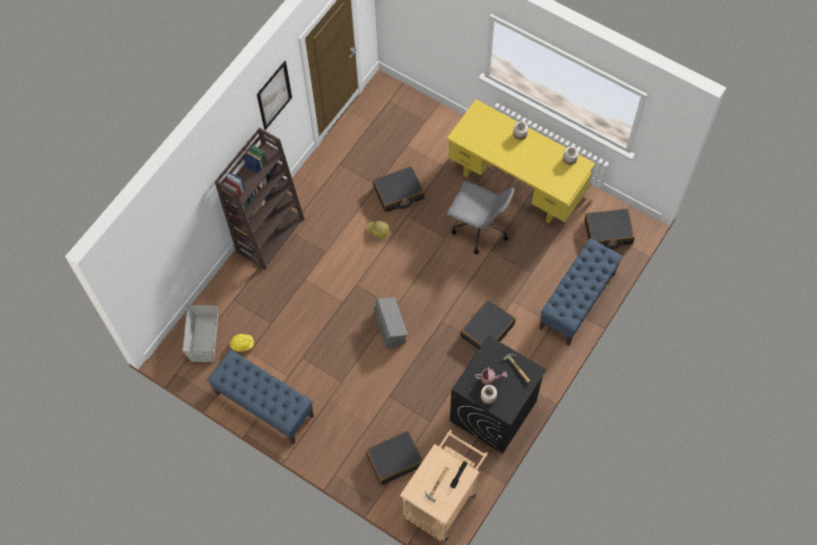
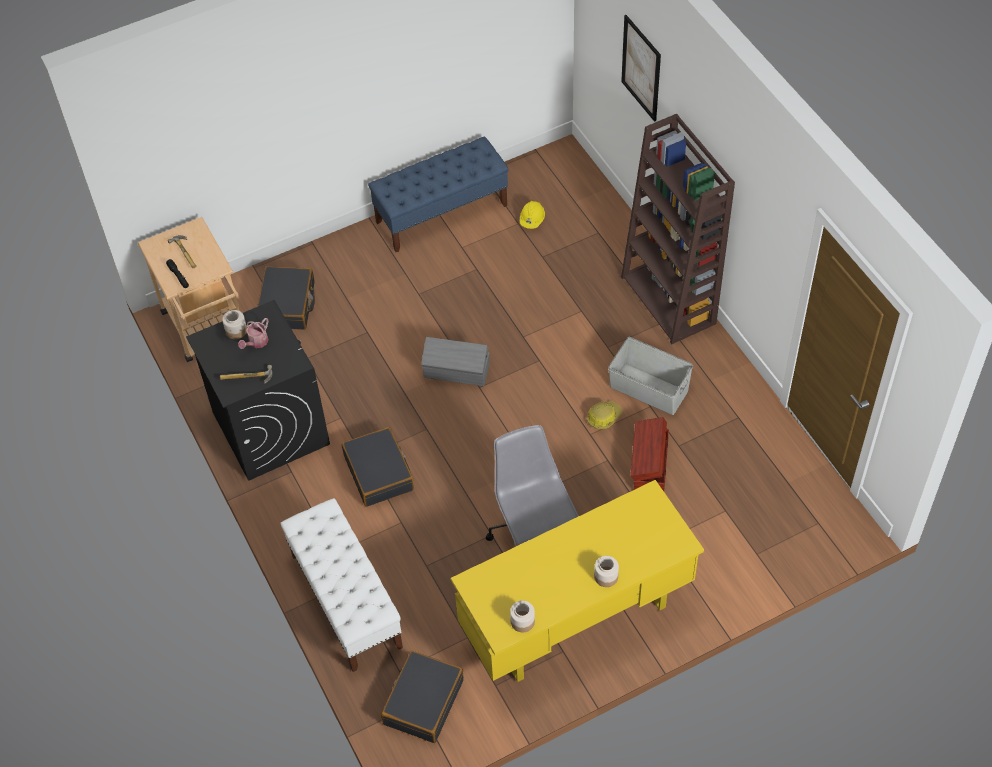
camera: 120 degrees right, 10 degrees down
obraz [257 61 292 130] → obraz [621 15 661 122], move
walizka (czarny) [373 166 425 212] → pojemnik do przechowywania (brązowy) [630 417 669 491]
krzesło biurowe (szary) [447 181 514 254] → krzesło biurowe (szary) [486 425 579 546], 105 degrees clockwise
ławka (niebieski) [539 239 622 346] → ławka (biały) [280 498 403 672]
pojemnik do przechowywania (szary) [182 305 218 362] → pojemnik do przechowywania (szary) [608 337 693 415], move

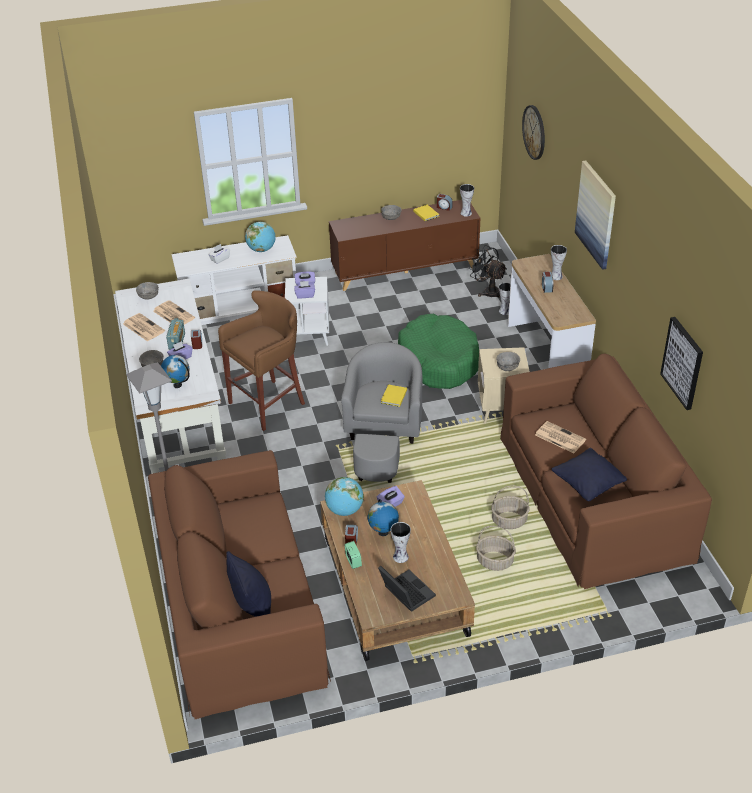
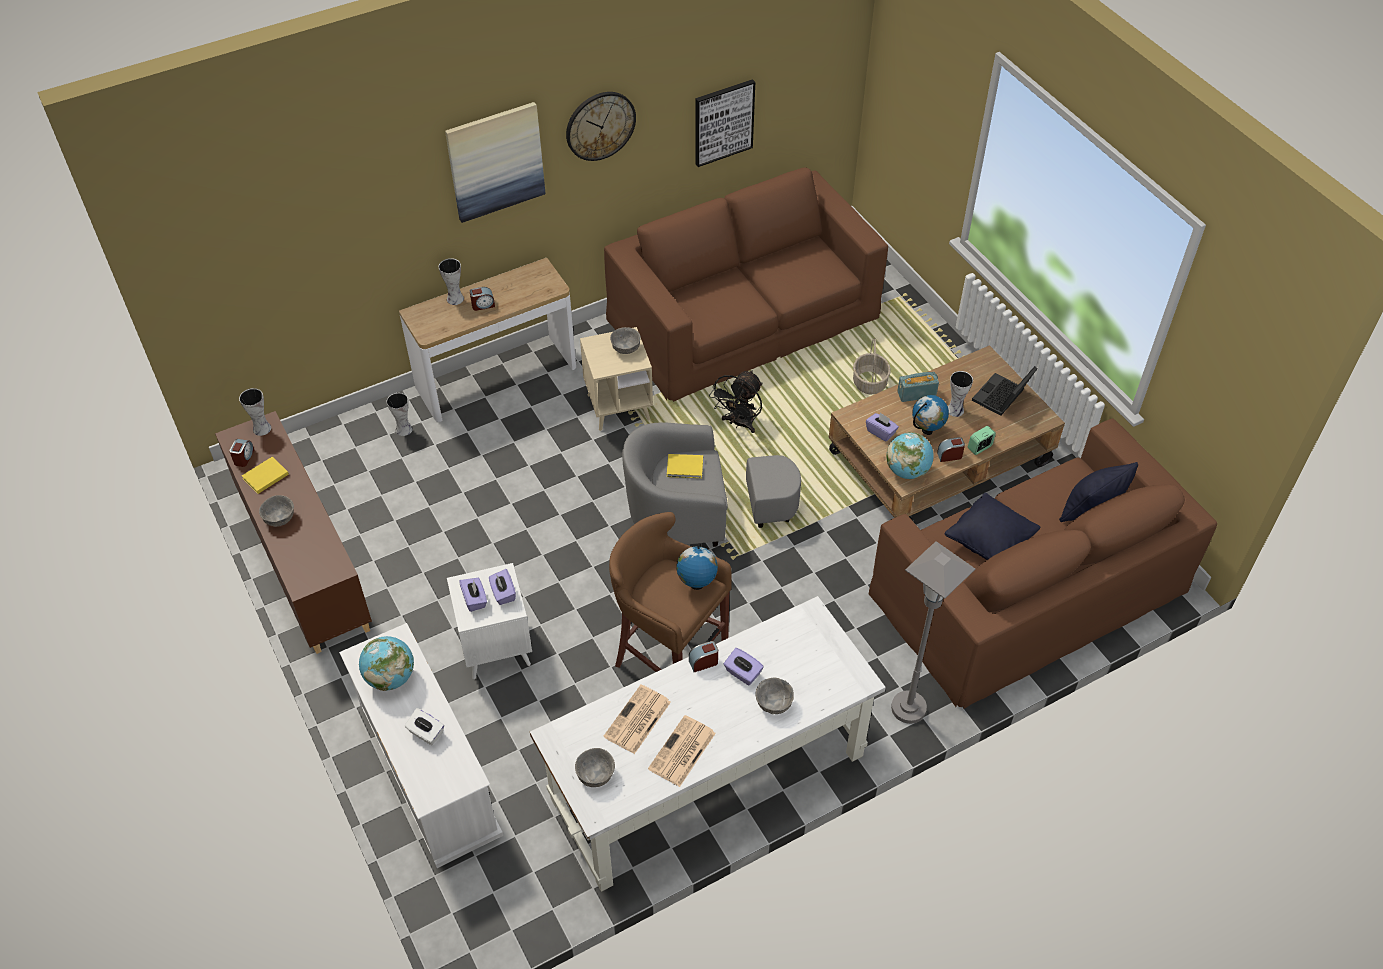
camera: 105 degrees left, 10 degrees up
zegar ścienny [522 105 545 160] → zegar ścienny [566 92 636 161], move
wentylator (czarny) [469 245 507 298] → wentylator (czarny) [709 370 762 433], move
legowisko (zielony) [398 314 479 389] → -
radio [166 318 185 350] → radio [897 372 939 402], move
globus [161 355 190 388] → globus [676 543 718 590], move
gazeta [535 421 586 453] → -
poduszka (czarny) [552 448 627 501] → poduszka (czarny) [944 493 1040 560], move
koszyk [491 486 530 529] → -

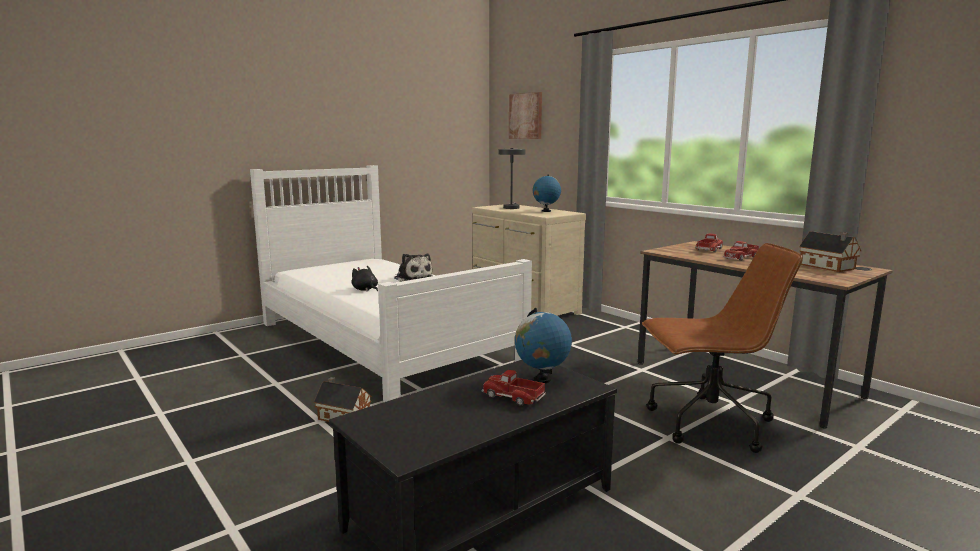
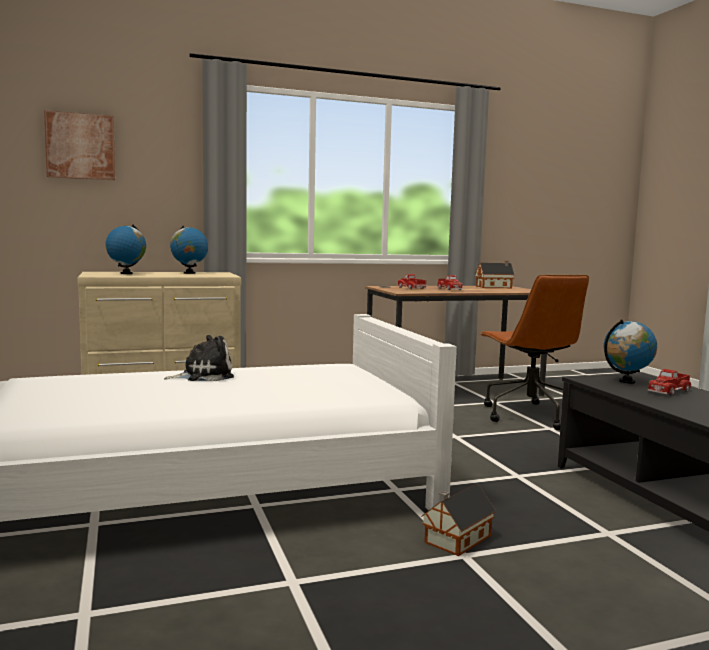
camera: 70 degrees left, 5 degrees down
lampa stołowa (szary) [498 148 526 209] → globus [106 224 146 274]
krzesło biurowe (brązowy) [642 243 803 453] → krzesło biurowe (brązowy) [480 275 589 430], 150 degrees clockwise
pluszak (czarny) [352 266 378 292] → -

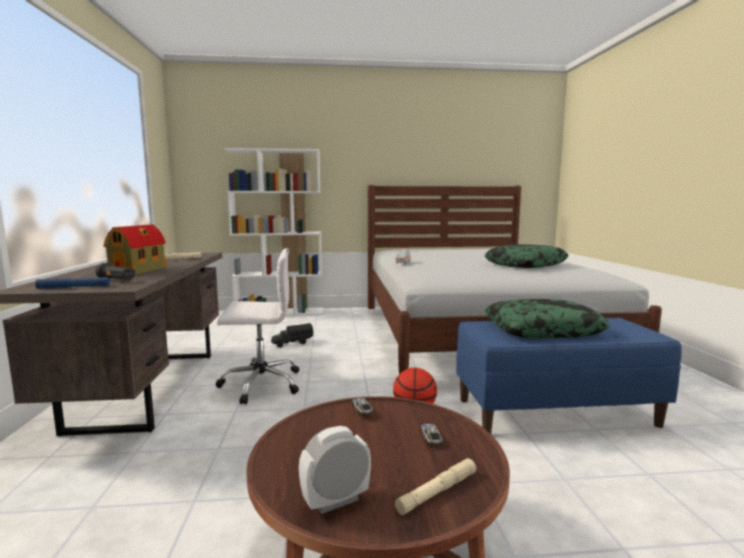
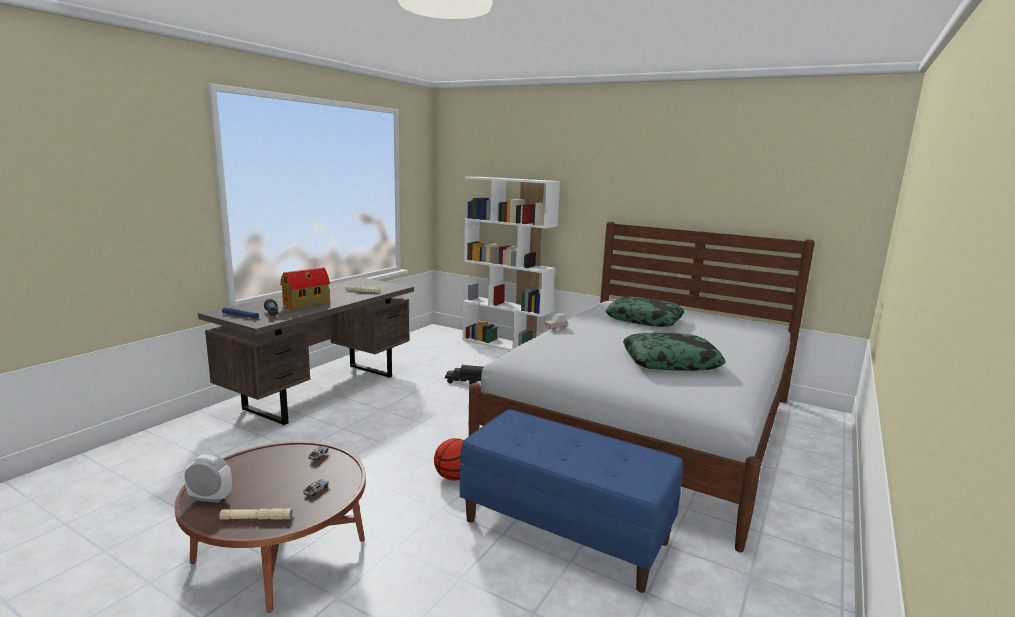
camera: 35 degrees right, 5 degrees up
krzesło biurowe (biały) [216 248 299 405] → -
poduszka [485 299 610 339] → poduszka [605 296 684 327], move

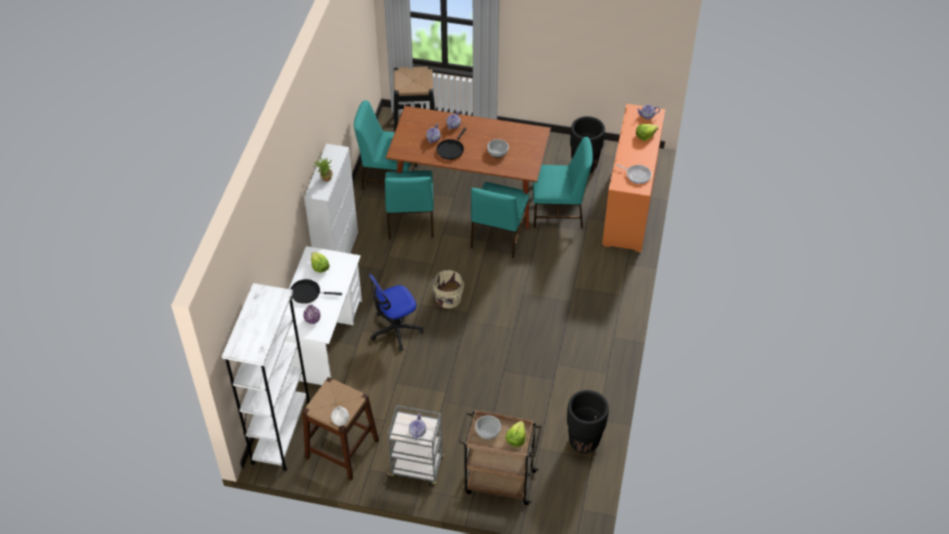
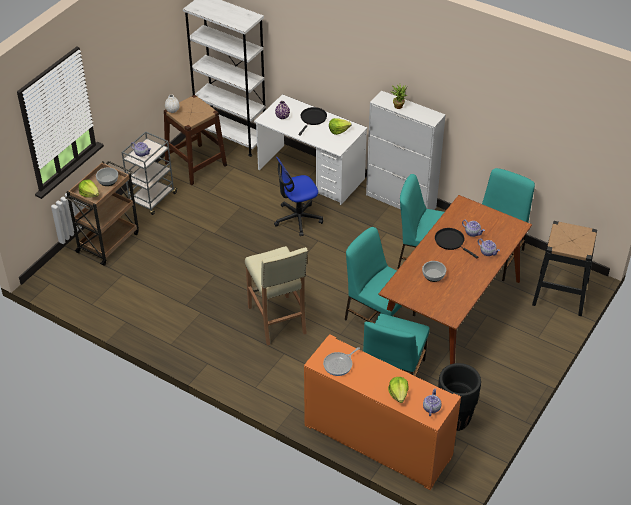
camera: 110 degrees right, 5 degrees down
wiadro (beżowy) [432 270 464 308] → -
krzesło biurowe [369 274 423 351] → krzesło biurowe [274 157 323 236], 105 degrees counterclockwise
donica (czarny) [567 390 609 453] → -
- → stołek (beżowy) [245 246 308 346]

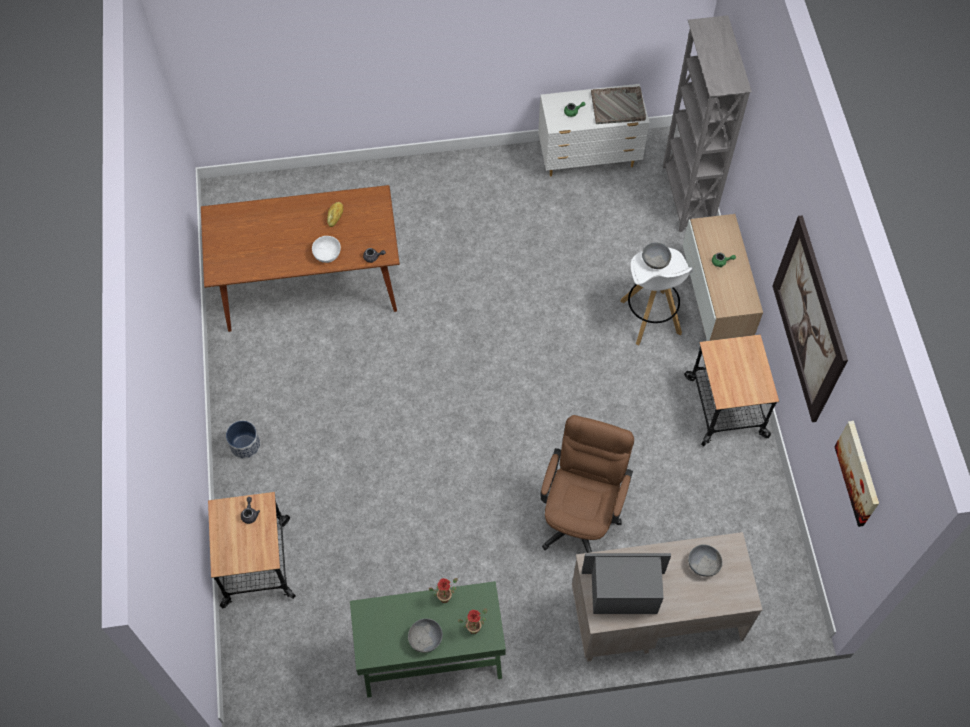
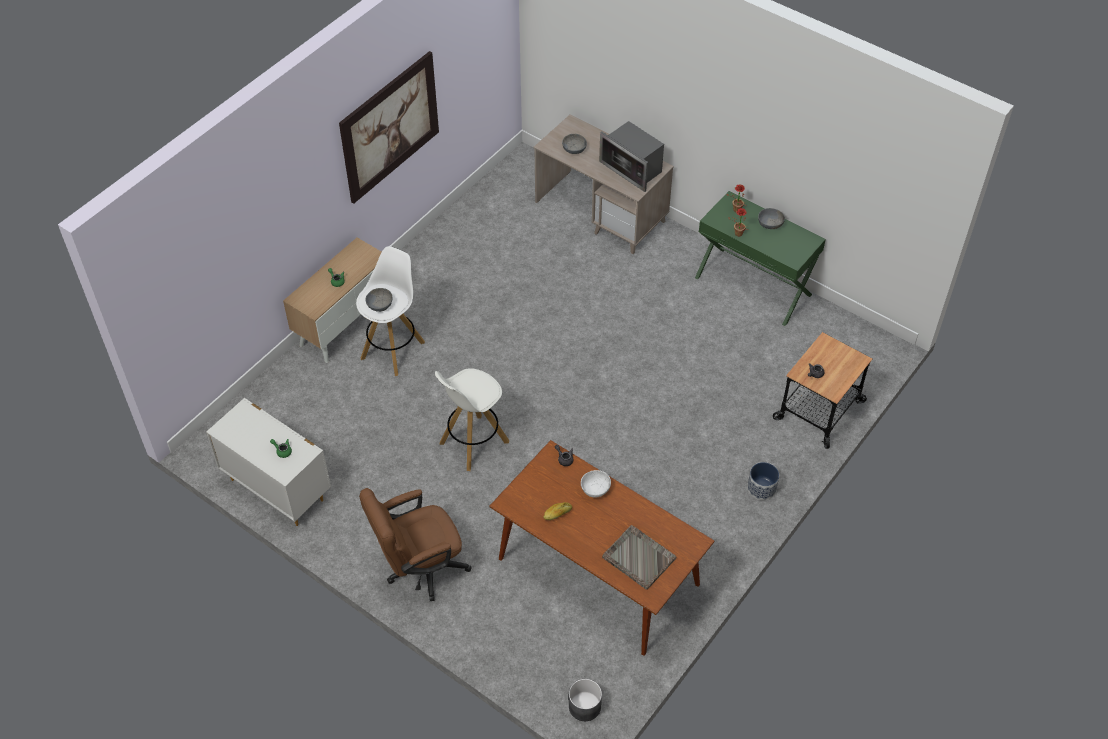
camera: 135 degrees left, 10 degrees down
regał (szary) [663 15 752 232] → -
taca (szary) [591 86 646 124] → taca (szary) [602 525 677 590], move
wózek [684 334 779 446] → -
krzesło biurowe (brązowy) [540 415 634 553] → krzesło biurowe (brązowy) [359 488 472 601], move
obraz [834 421 879 527] → -
- → stołek (biały) [435 368 509 471]
- → donica (szary) [569 679 602 721]

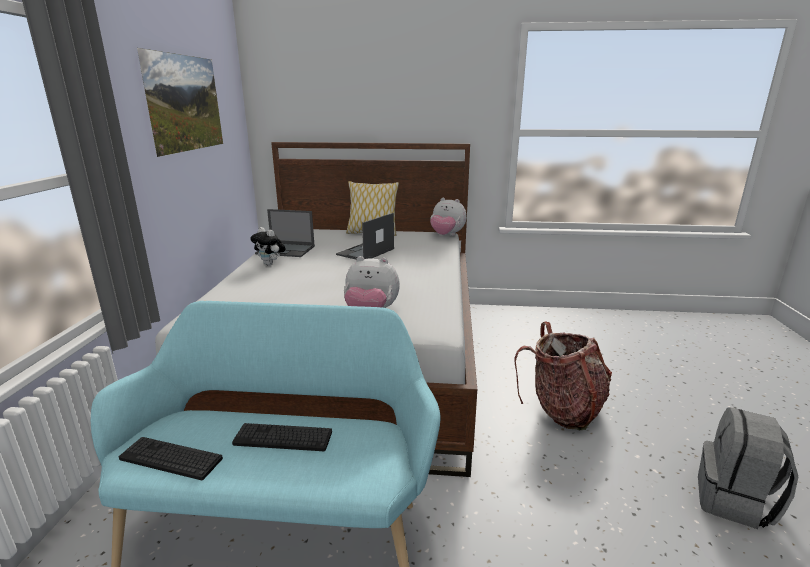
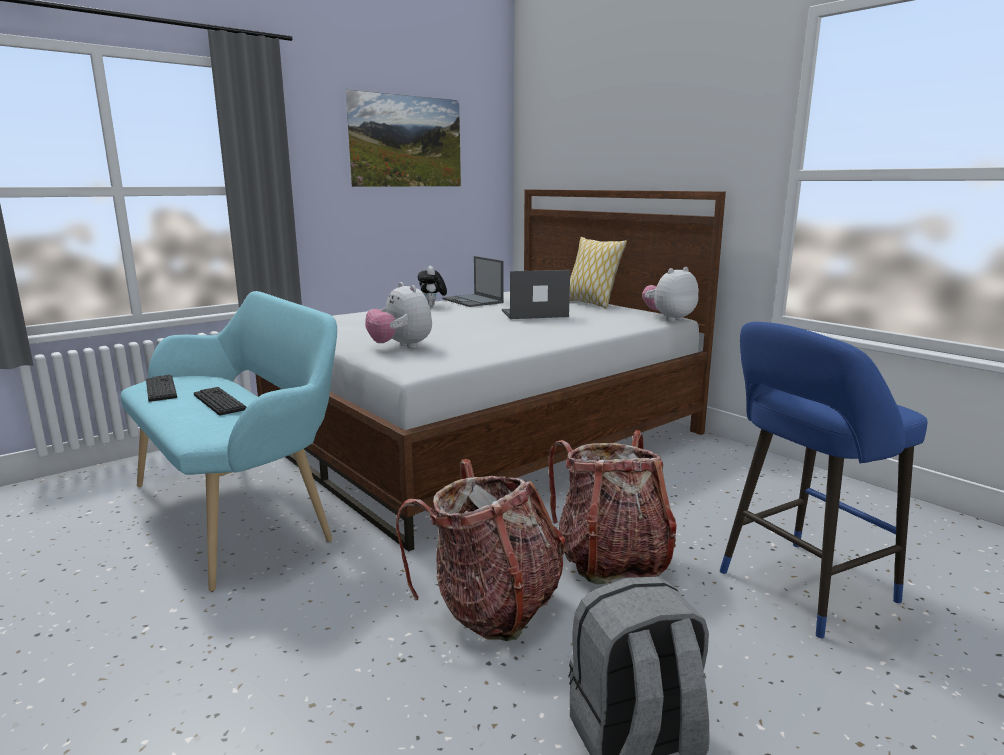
camera: 45 degrees right, 5 degrees down
pluszak [430 198 466 236] → pluszak [642 267 699 322], 75 degrees clockwise
- → stołek (niebieski) [720 322 928 638]
- → plecak [396 459 566 641]

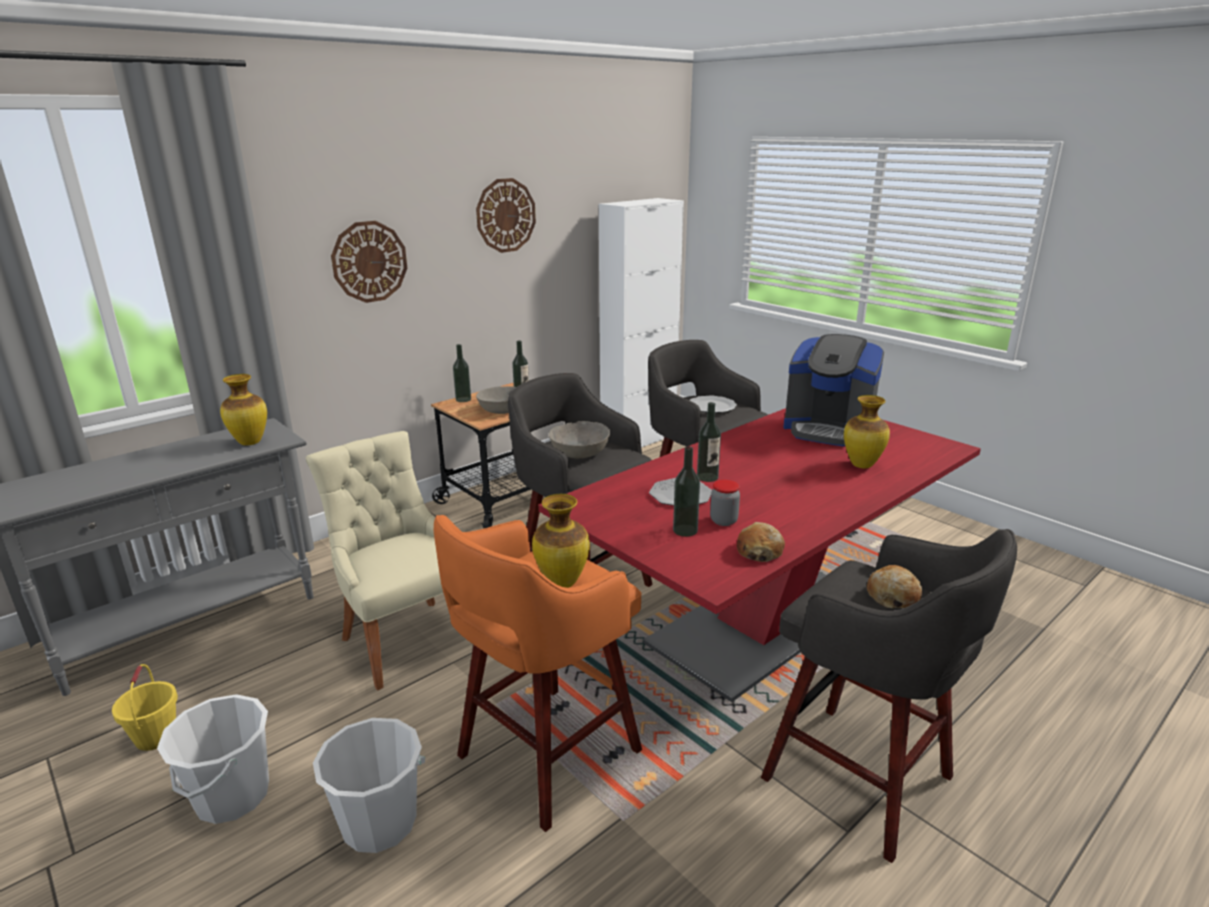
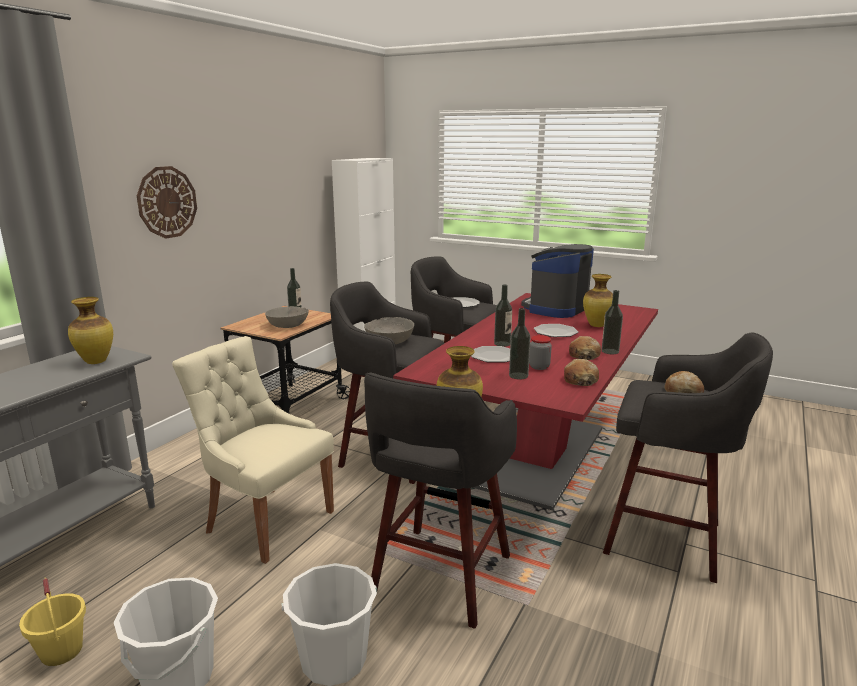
camera: 20 degrees left, 5 degrees down
zegar ścienny [476 178 536 253] → -
ekspres do kawy [783 334 884 446] → ekspres do kawy [521 244 594 318], 120 degrees clockwise
butelka [453 344 471 402] → butelka [602 290 623 354], move
stołek (pomarańczowy) [434 515 642 832] → stołek (szary) [364 372 517 629]
- → talerz [534 324 578 337]
- → chleb [569 336 601 360]

